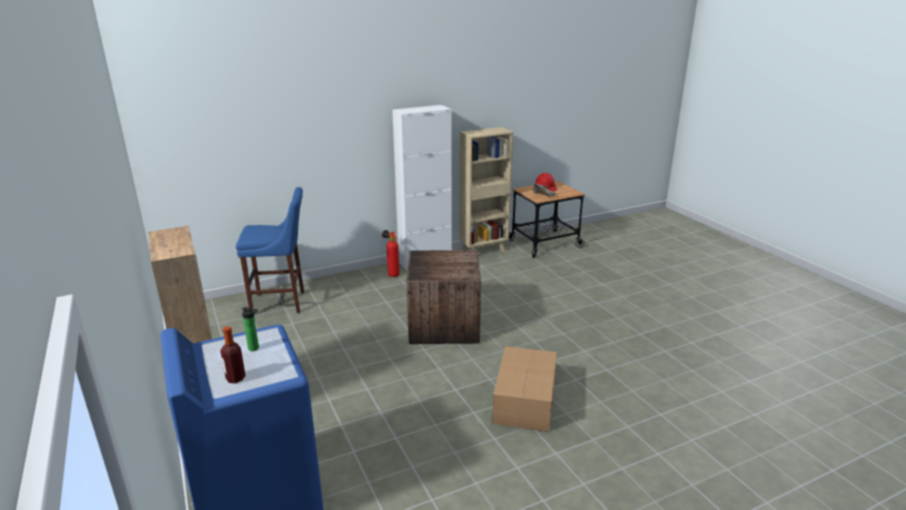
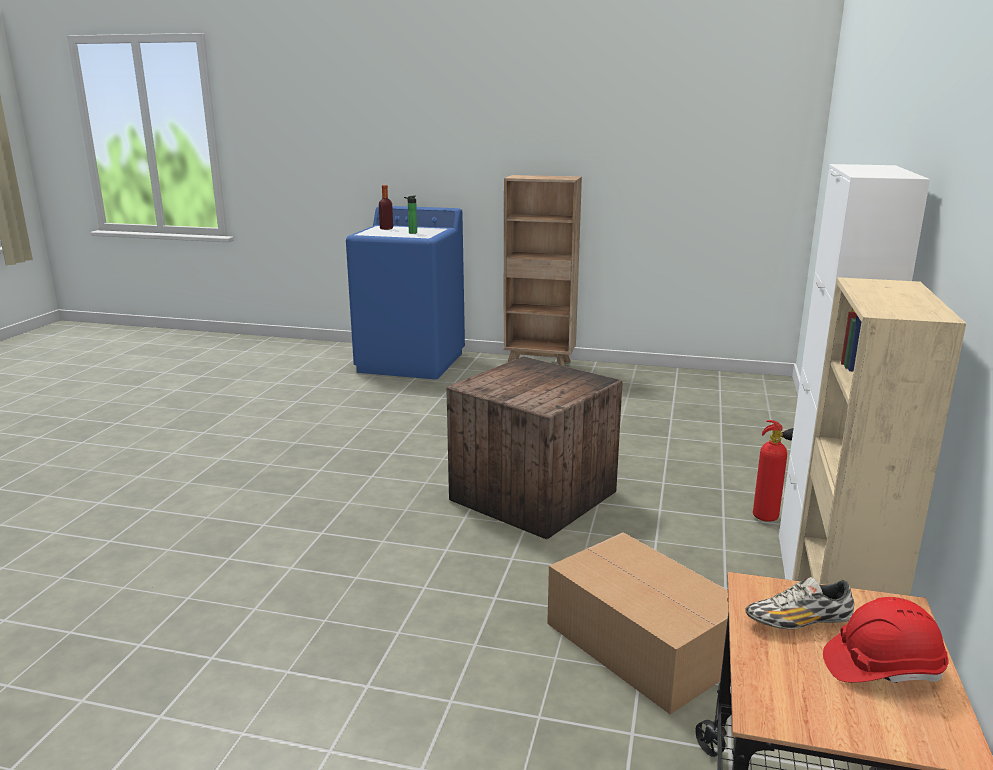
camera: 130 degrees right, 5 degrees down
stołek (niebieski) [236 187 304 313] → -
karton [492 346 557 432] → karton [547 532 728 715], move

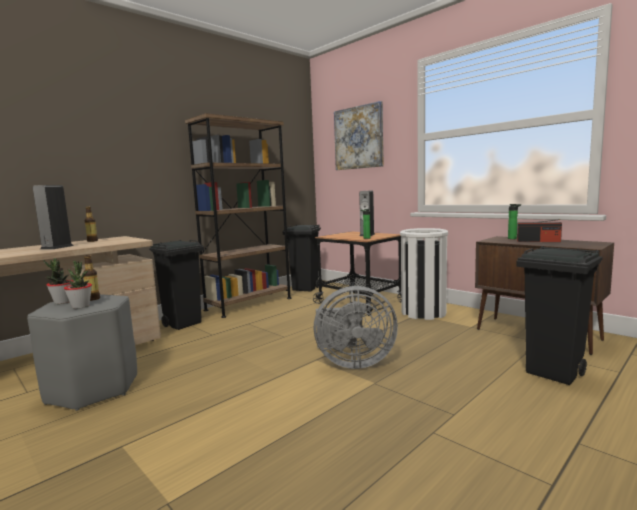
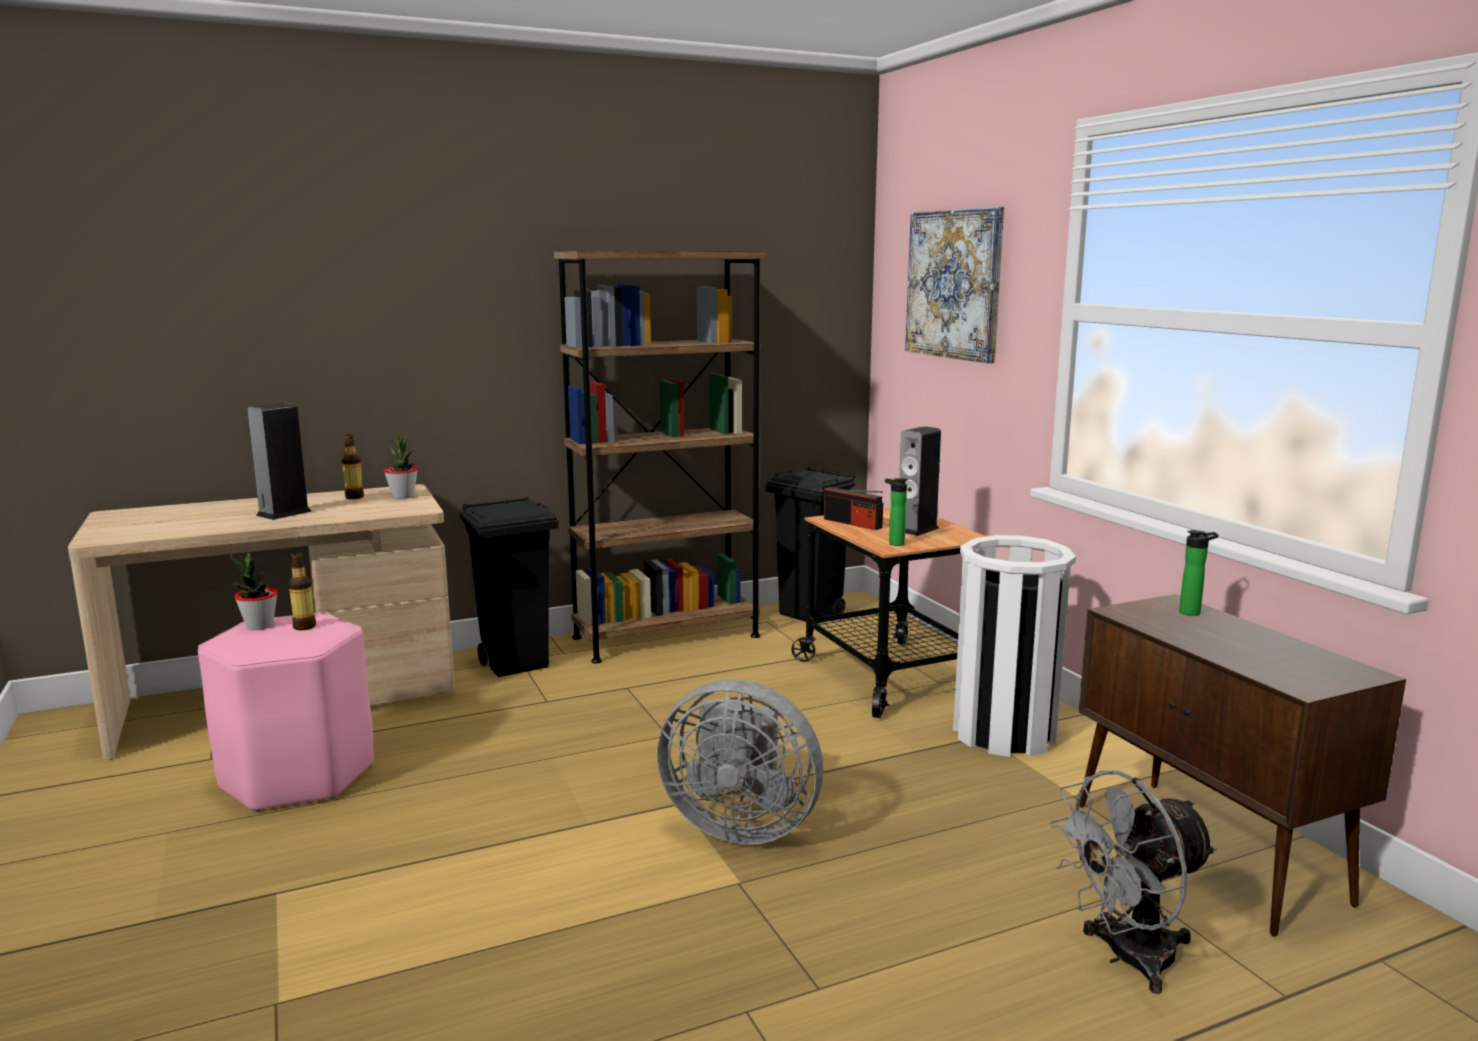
camera: 20 degrees right, 5 degrees up
radio [517 219 562 242] → radio [824 487 883 530], move
kosz na śmieci (czarny) [516 246 603 385] → wentylator (szary) [1048 771 1217 994]
roślina doniczkowa [64 261 92 309] → roślina doniczkowa [384 434 418 499], move
stołek (szary) [27 294 137 411] → stołek (różowy) [198 612 373 812]

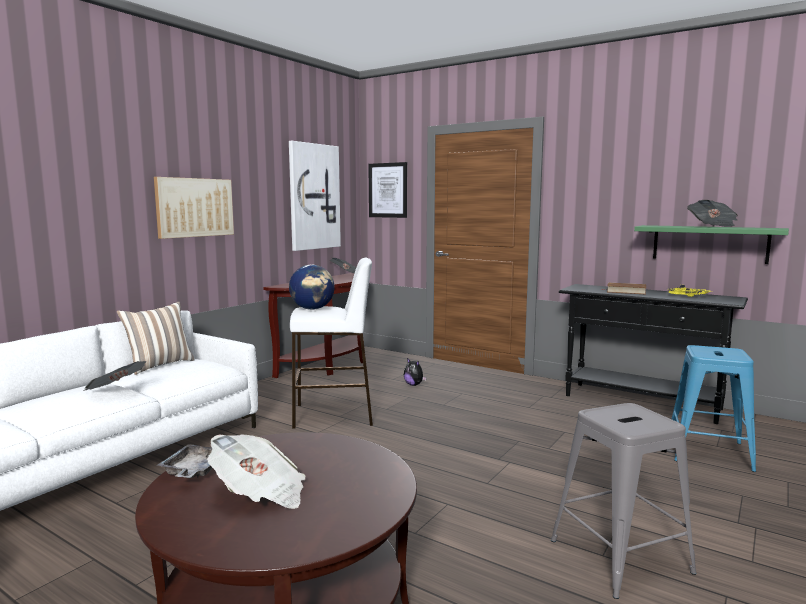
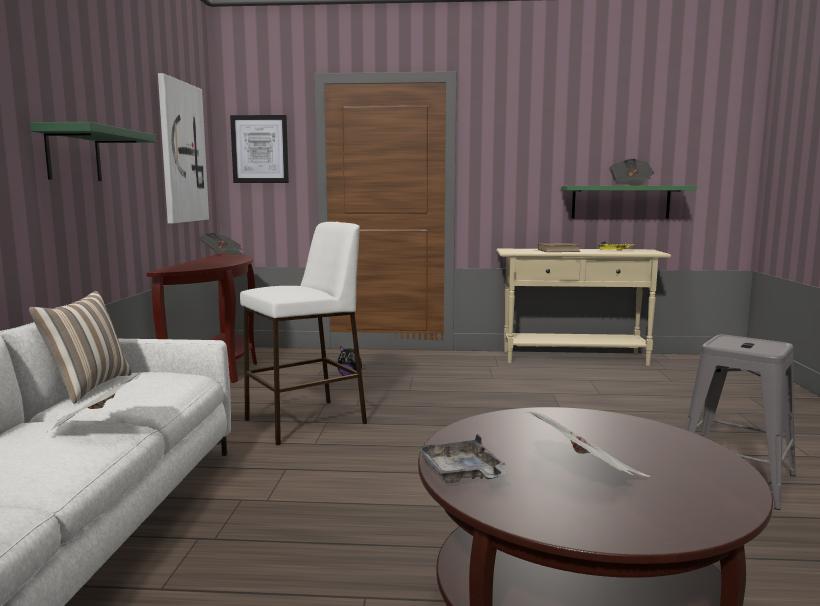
camera: 30 degrees left, 0 degrees up
obraz [154 177 234 239] → półka (zielony) [30 122 156 181]
globus [289 265 335 310] → -
stolik konsolowy (czarny) [559 284 748 424] → stolik konsolowy (beżowy) [496 249 671 366]
stołek (niebieski) [672 345 756 472] → -

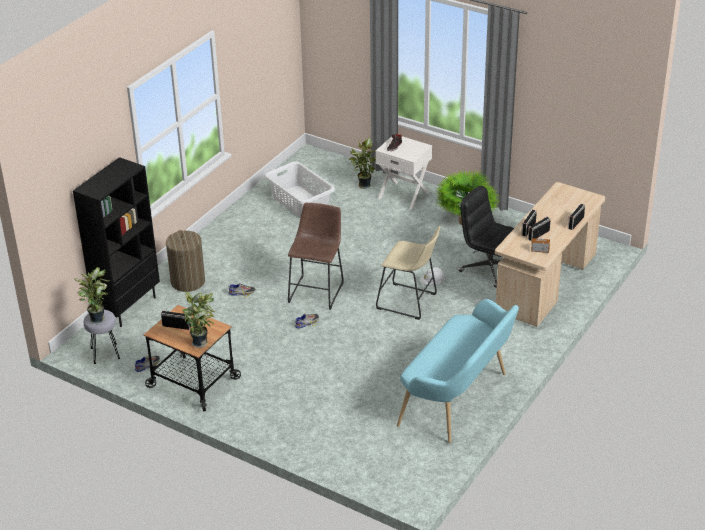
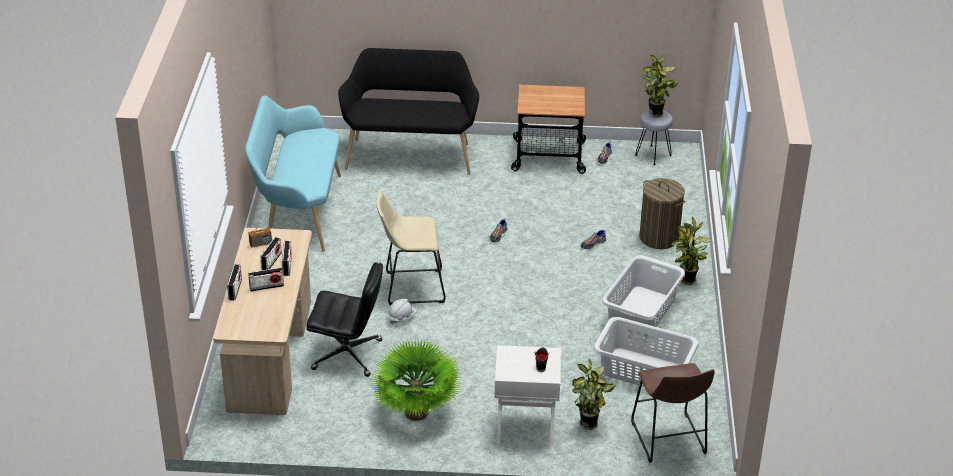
camera: 150 degrees right, 0 degrees up
regał (czarny) [73 157 160 327] → -
stołek (brązowy) [288 203 344 310] → stołek (brązowy) [631 363 714 463], move
roślina doniczkowa [182 292 215 348] → roślina doniczkowa [671 217 711 285], move
radio [161 310 191 330] → radio [248 267 284 291], move
- → ławka (czarny) [338 48 479 175]
- → kosz na pranie (biały) [602 255 685 336]

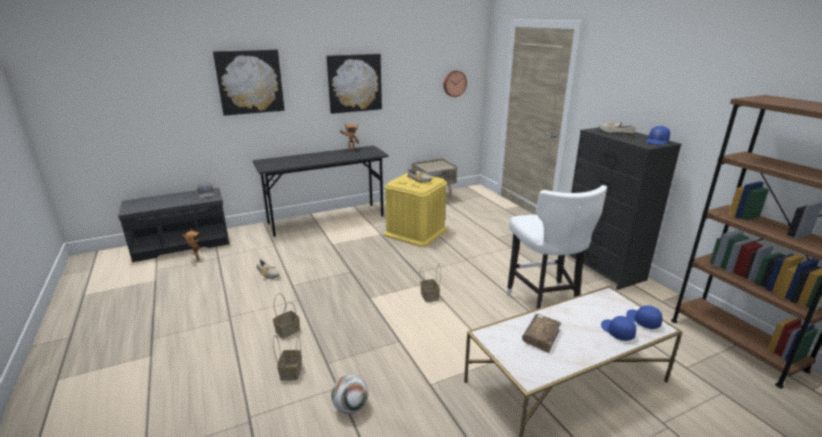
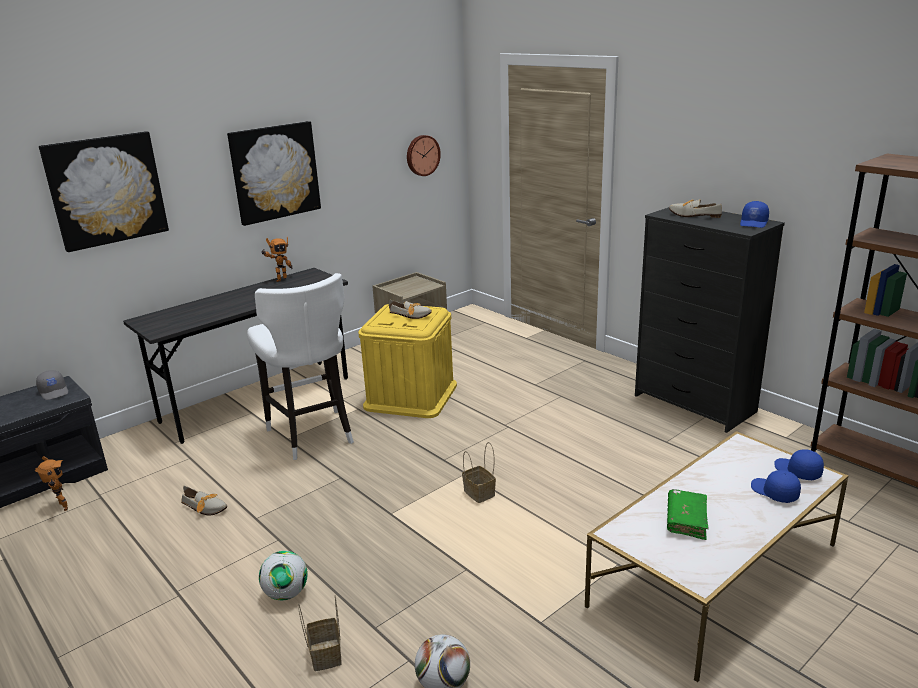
camera: 15 degrees left, 0 degrees up
stołek (biały) [507 185 607 309] → stołek (biały) [247 273 354 460], move
koszyk [273 294 300 339] → piłka futbolowa [259 551 308 600]
książka (brązowy) [522 314 561 353] → książka (zielony) [667 489 709 540]

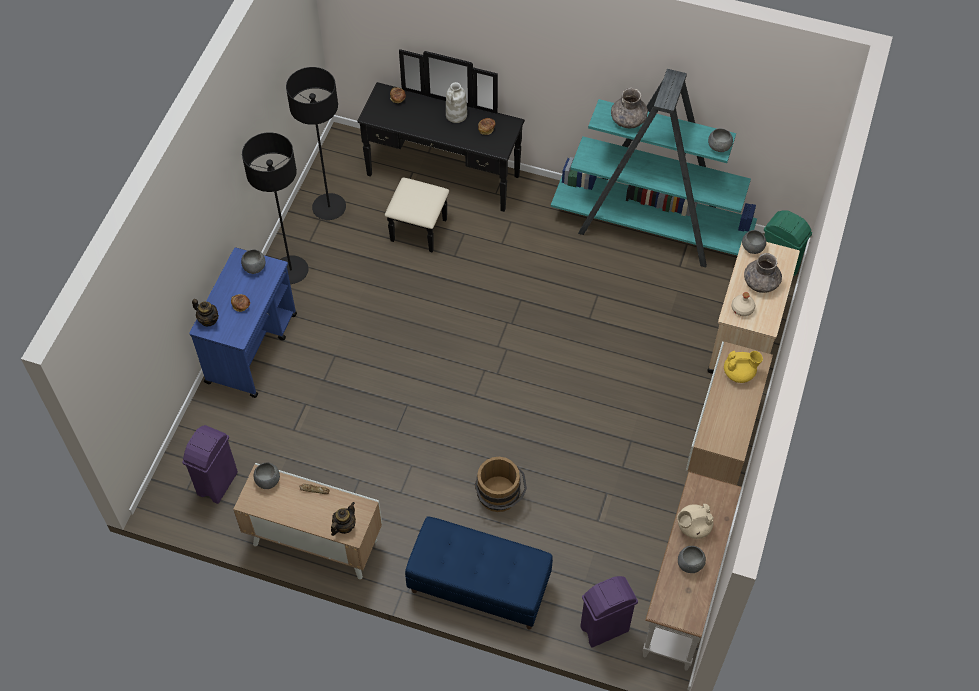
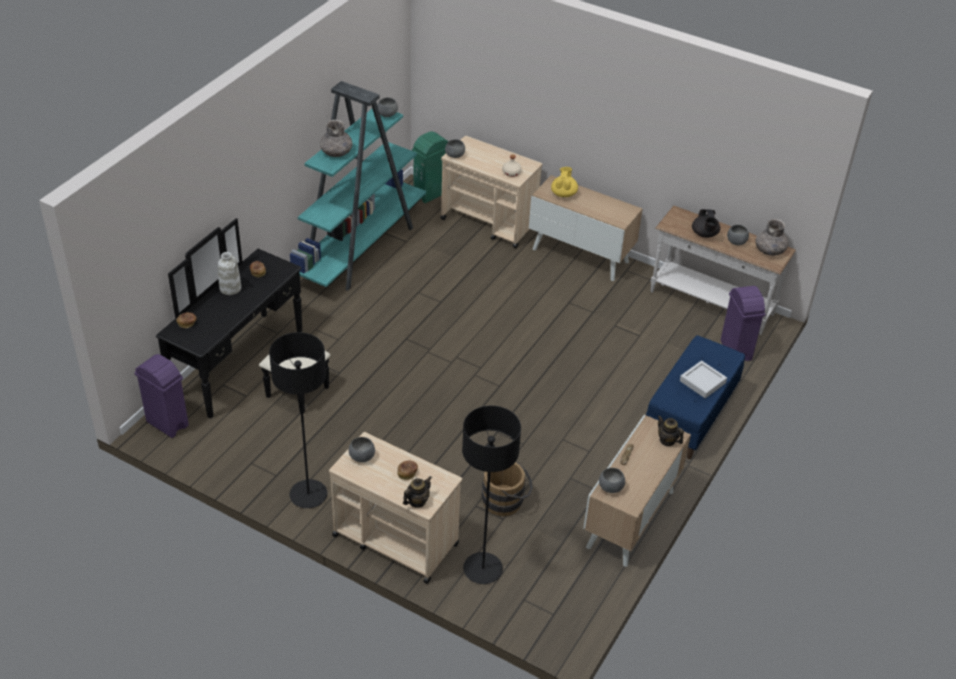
camera: 80 degrees left, 15 degrees down
lampa stojąca (czarny) [286 67 346 220] → lampa stojąca (czarny) [462 406 521 584], move
wózek (niebieski) [189 247 297 398] → wózek (beżowy) [329 432 462 584]
wazon (szary) [744 253 782 293] → wazon (szary) [755 219 789 256], move
kosz na śmieci (fioletowy) [182 425 238 504] → kosz na śmieci (fioletowy) [134 354 189 438], move
wiadro (brązowy) [474 457 527 512] → wiadro (brązowy) [482 462 533 516], move
imbryk (beżowy) [677 503 714 539] → imbryk (czarny) [692 209 720 238]
- → taca (szary) [680 360 727 398]

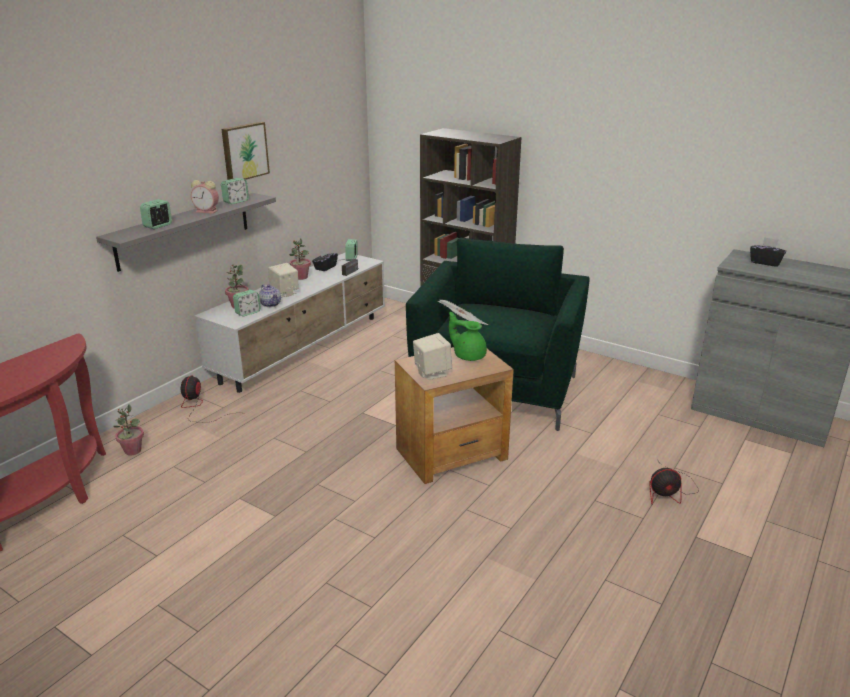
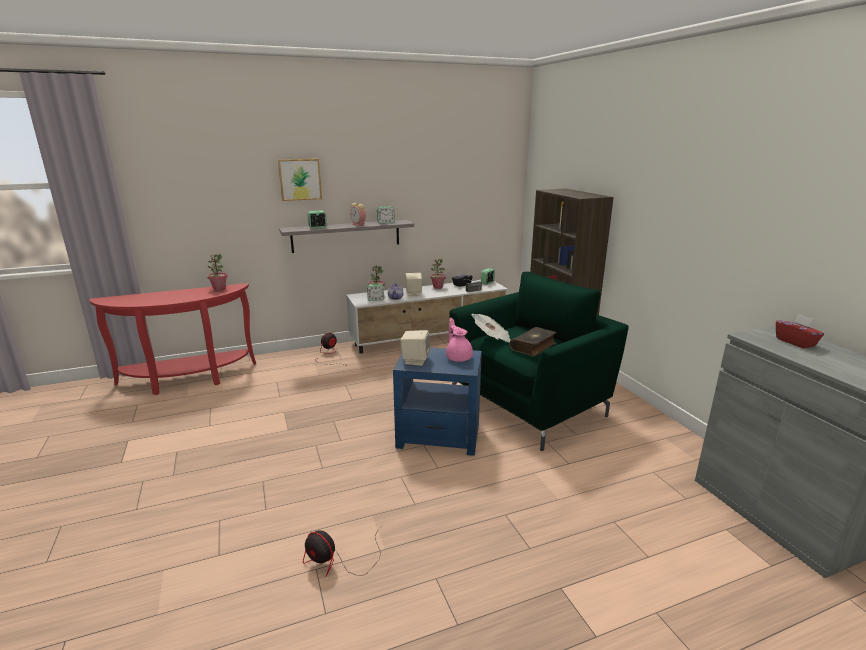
camera: 35 degrees right, 5 degrees down
obraz [221 122 270 180] → obraz [278 159 322 201], move
pudełko chusteczek (czarny) [750 237 786 267] → pudełko chusteczek (czerwony) [776 314 824 349]
imbryk (zielony) [449 312 487 361] → imbryk (różowy) [446 318 473 362]
stolik (brązowy) [395 347 514 484] → stolik (niebieski) [393 348 482 456]
roślina doniczkowa [113 404 144 456] → roślina doniczkowa [207 254 228 291], move
wentylator [649 461 699 504] → wentylator [303 525 383 577], move
- → książka [510 327 557 357]

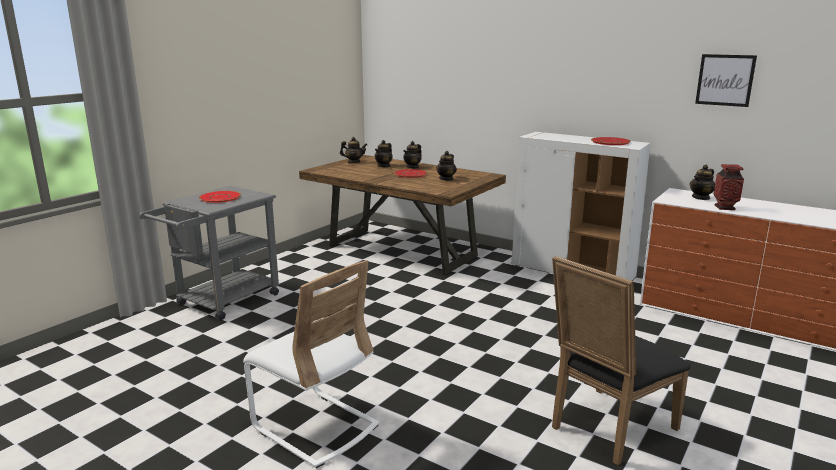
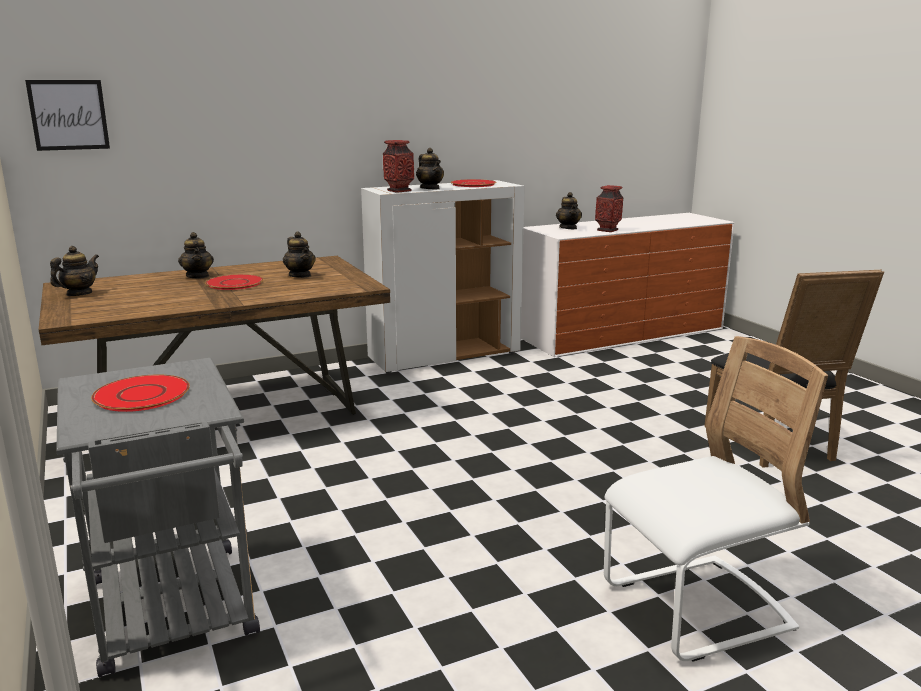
camera: 60 degrees left, 0 degrees up
obraz [695 54 757 107] → obraz [25 80 110 151], move
imbryk [375 140 393 167] → imbryk [416 148 444 189], move
- → wazon [383 140 414 193]

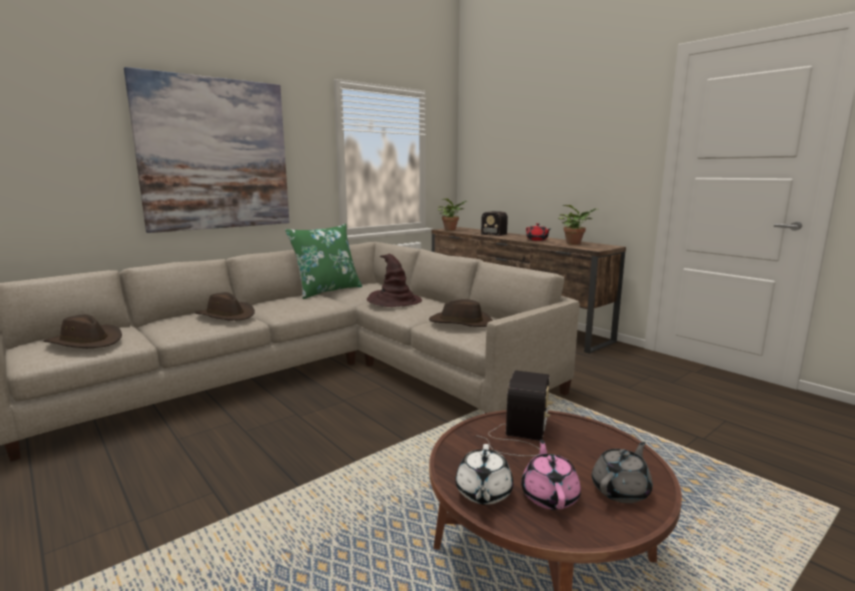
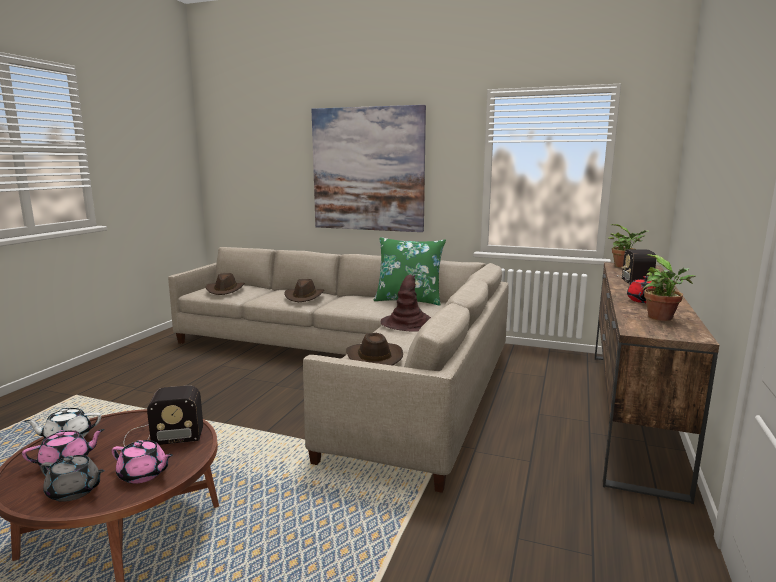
camera: 60 degrees right, 0 degrees up
- → imbryk (różowy) [112 440 173 484]

